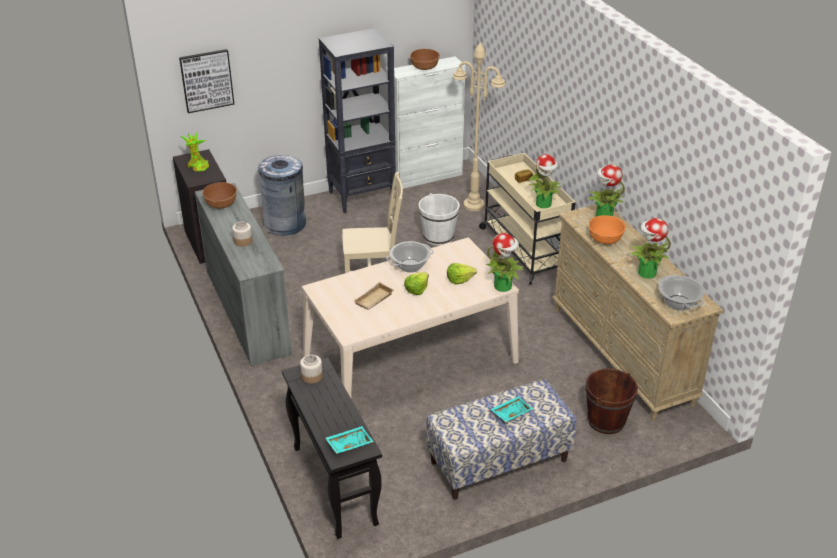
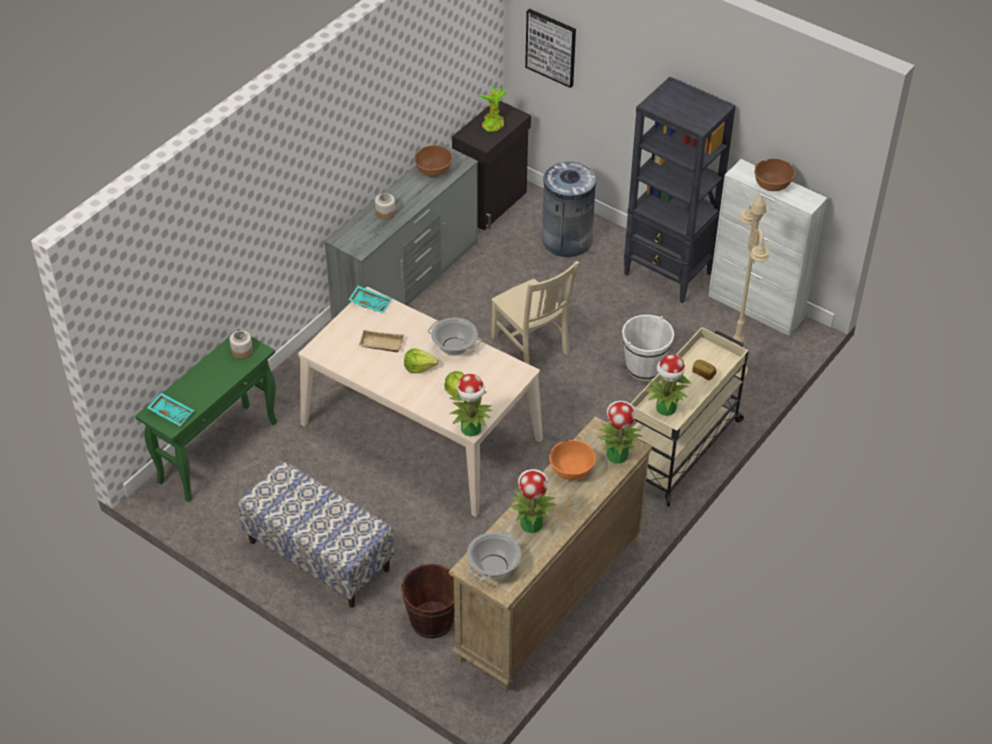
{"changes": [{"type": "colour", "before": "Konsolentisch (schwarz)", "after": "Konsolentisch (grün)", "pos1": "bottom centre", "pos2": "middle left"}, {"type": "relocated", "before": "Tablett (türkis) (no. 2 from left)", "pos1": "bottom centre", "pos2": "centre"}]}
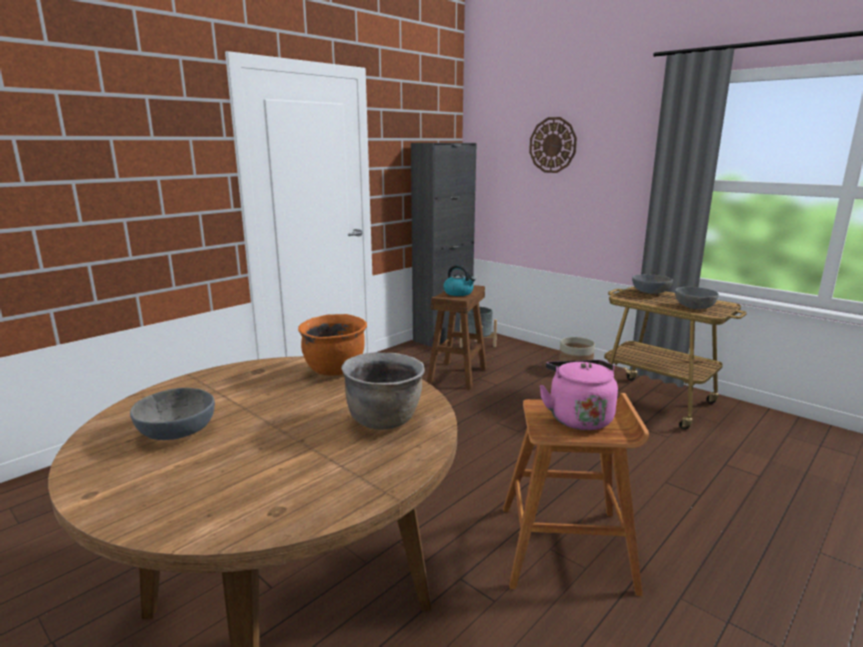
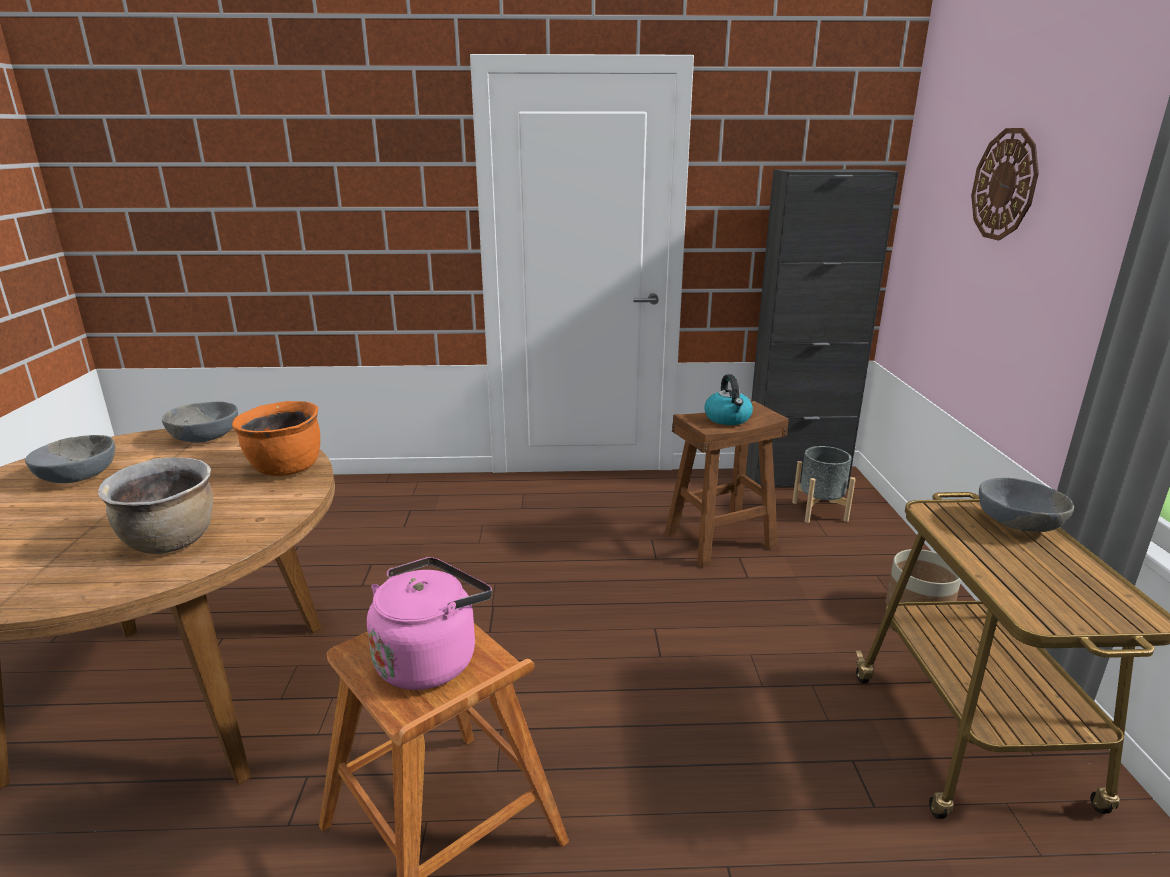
{"changes": [{"type": "relocated", "before": "Schüssel (grau) (no. 3 from left in the first image)", "after": "Schüssel (grau) (no. 2 from left)", "pos1": "middle right", "pos2": "middle left"}]}
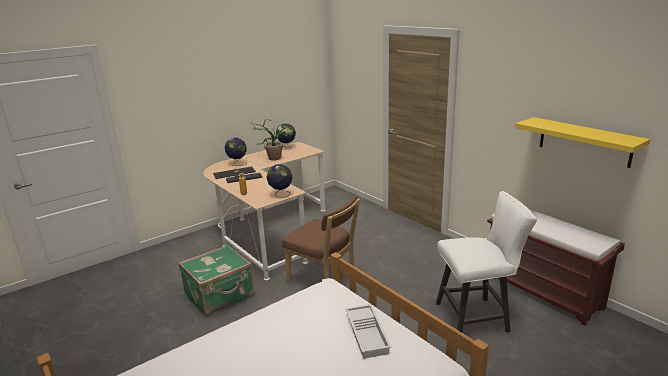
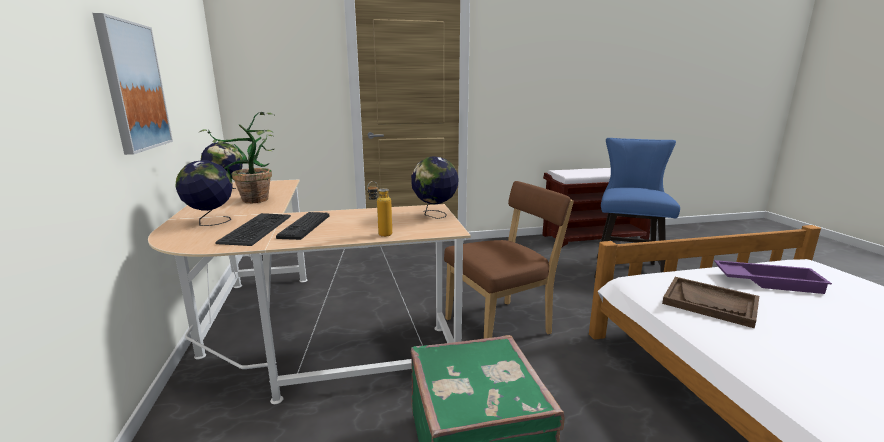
{"changes": [{"type": "colour", "before": "Tablett (weiß)", "after": "Tablett (lila)", "pos1": "bottom centre", "pos2": "middle right"}, {"type": "colour", "before": "Stuhl (weiß)", "after": "Stuhl (blau)", "pos1": "bottom right", "pos2": "middle right"}, {"type": "missing", "before": "Wandregal (gelb)", "pos1": "middle right"}, {"type": "appeared", "after": "Bild", "pos2": "top left"}, {"type": "appeared", "after": "Tablett (braun)", "pos2": "bottom right"}]}
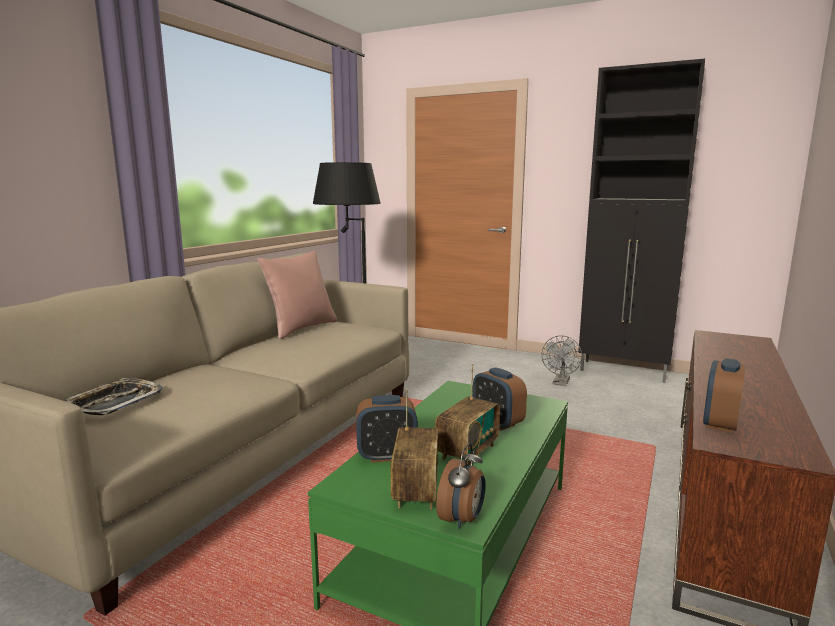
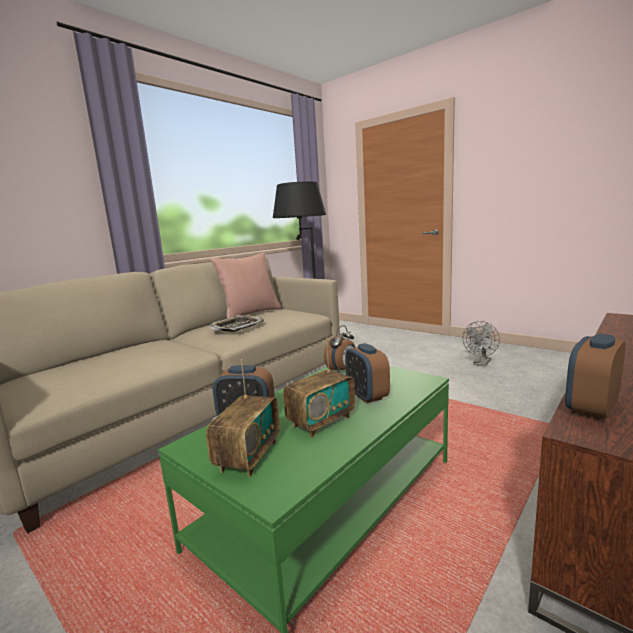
{"changes": [{"type": "relocated", "before": "Tablett", "pos1": "middle left", "pos2": "centre"}, {"type": "relocated", "before": "Wecker (no. 2 from left)", "pos1": "bottom centre", "pos2": "centre"}, {"type": "missing", "before": "Schrank (schwarz)", "pos1": "middle right"}]}
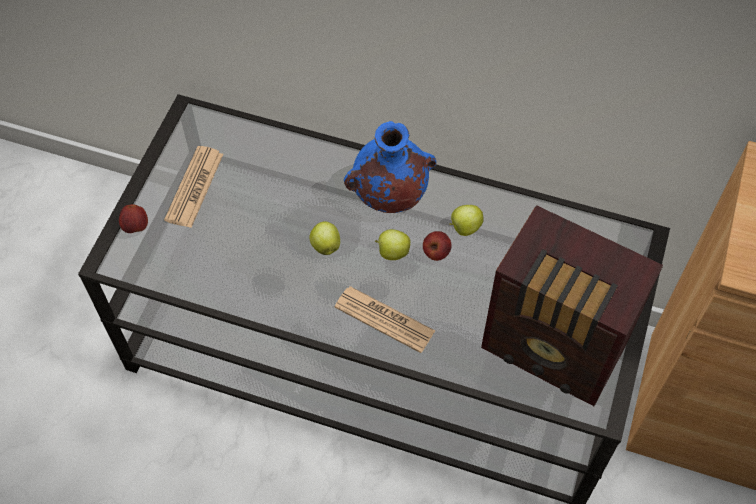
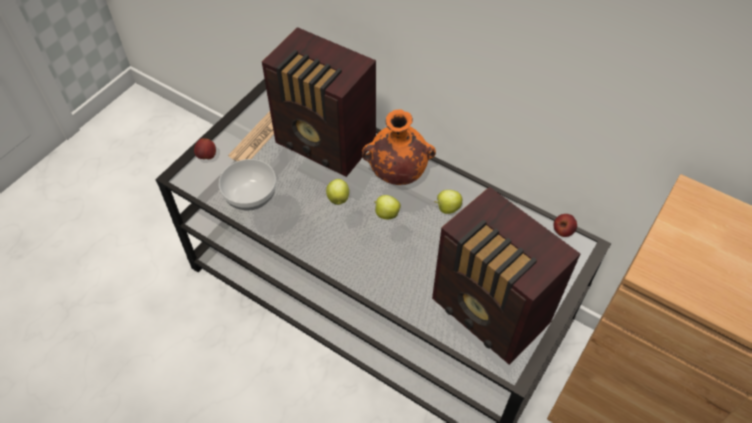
{"changes": [{"type": "missing", "before": "Zeitung (no. 2 from left)", "pos1": "centre"}, {"type": "colour", "before": "Vase (blau)", "after": "Vase (orange)", "pos1": "top centre", "pos2": "centre"}, {"type": "relocated", "before": "Apfel (no. 4 from left in the first image)", "after": "Apfel (no. 5 from left)", "pos1": "centre", "pos2": "middle right"}, {"type": "appeared", "after": "Schüssel", "pos2": "middle left"}, {"type": "appeared", "after": "Radio (no. 1 from left)", "pos2": "top centre"}]}
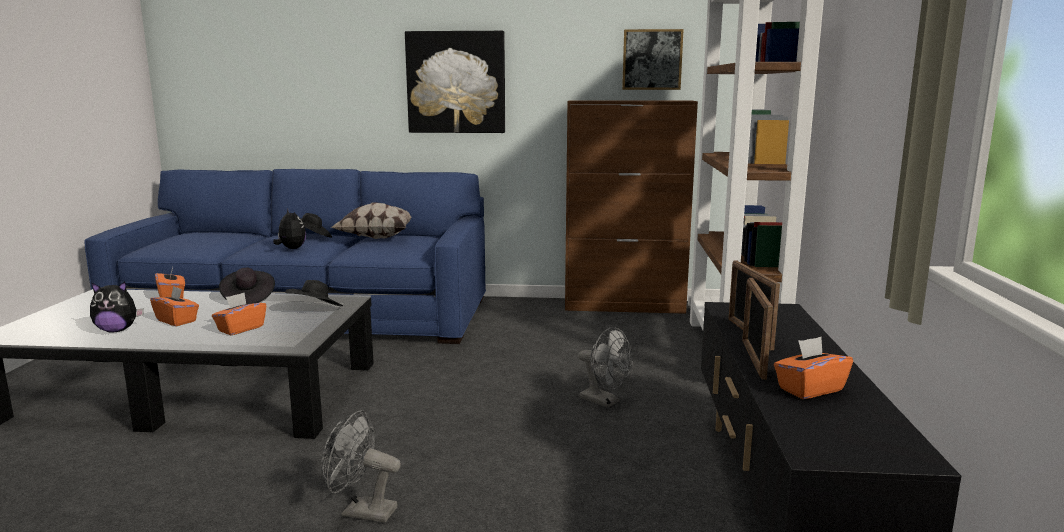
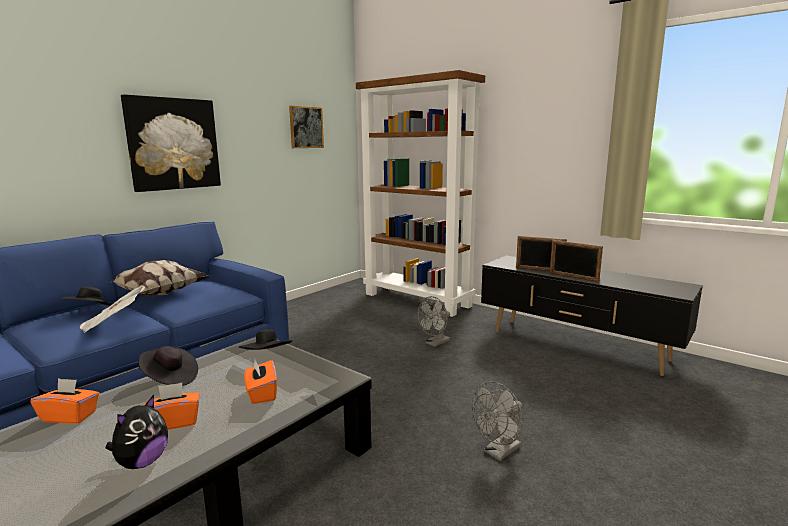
{"changes": [{"type": "exchanged", "before": "Plüschtier (no. 2 from left)", "after": "Zeitung", "pos1": "middle left", "pos2": "middle left"}, {"type": "missing", "before": "Schrank (braun)", "pos1": "centre"}, {"type": "spun", "before": "Ventilator (grau) (no. 2 from left in the first image)", "pos1": "bottom centre", "pos2": "centre", "turn": 150}, {"type": "missing", "before": "Taschentuchbox (orange) (no. 4 from left)", "pos1": "bottom right"}]}
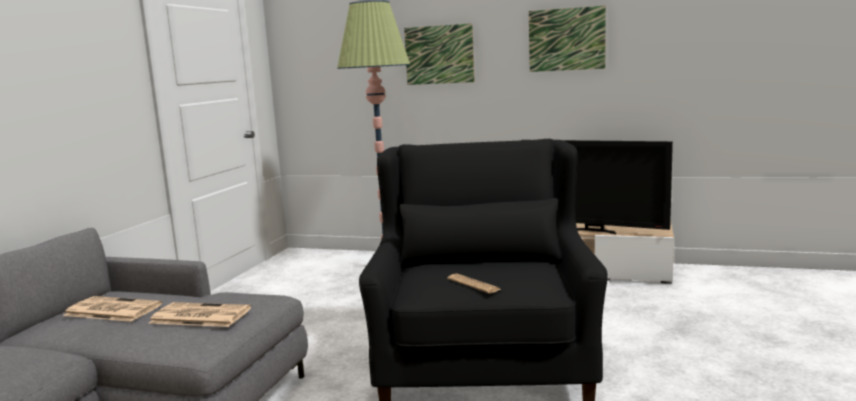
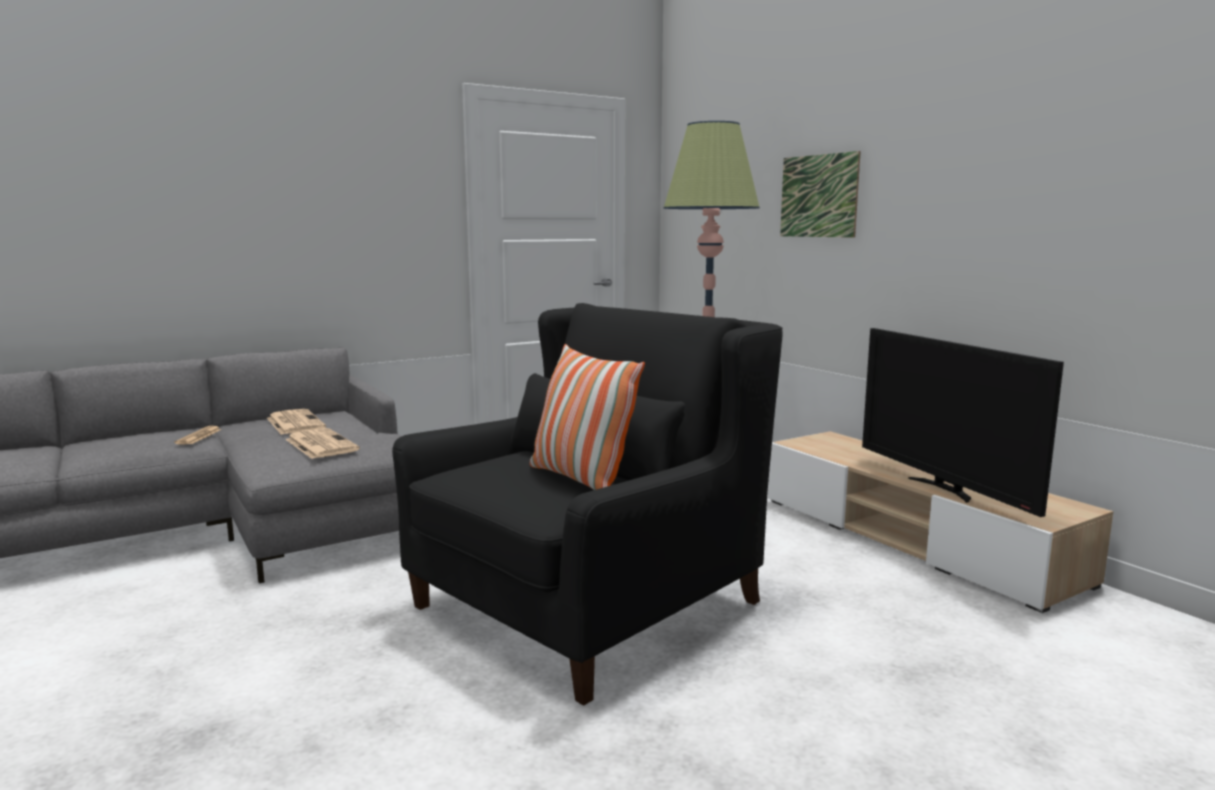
{"changes": [{"type": "relocated", "before": "Zeitung (no. 3 from left in the first image)", "after": "Zeitung (no. 1 from left)", "pos1": "bottom centre", "pos2": "middle left"}, {"type": "missing", "before": "Bild (no. 2 from left)", "pos1": "top centre"}, {"type": "appeared", "after": "Kissen", "pos2": "centre"}]}
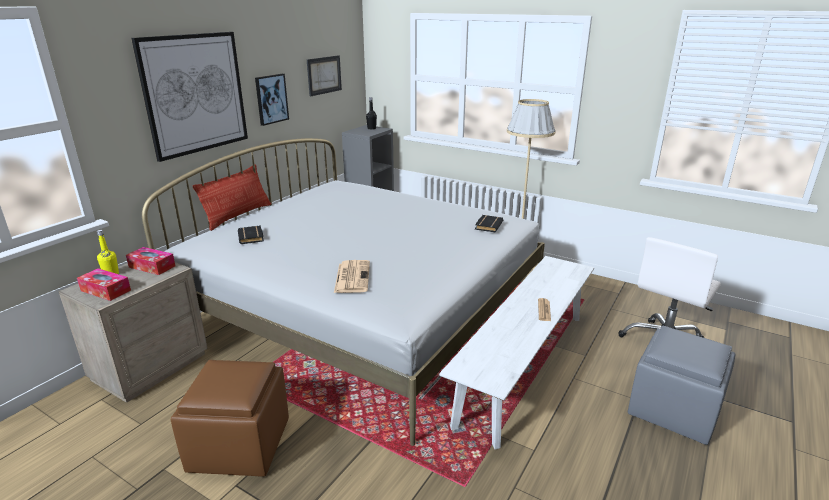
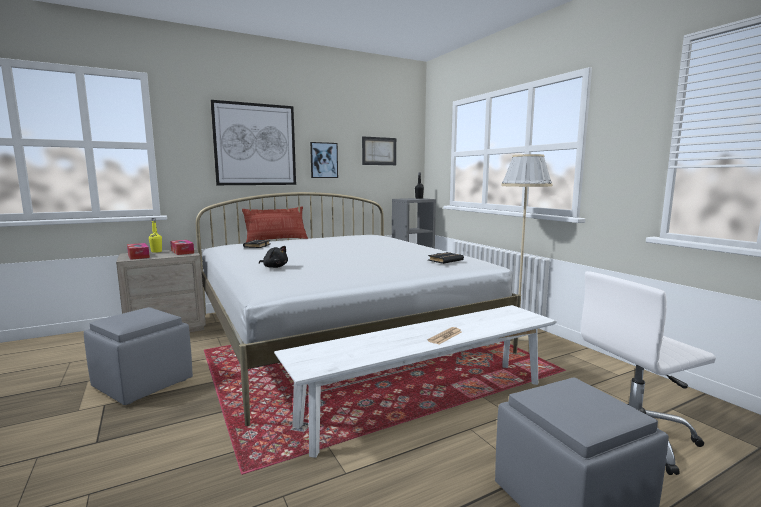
{"changes": [{"type": "colour", "before": "Polsterhocker (braun)", "after": "Polsterhocker (grau) (no. 1 from left)", "pos1": "bottom left", "pos2": "bottom left"}, {"type": "exchanged", "before": "Zeitung (no. 1 from left)", "after": "Plüschtier (schwarz)", "pos1": "centre", "pos2": "centre"}]}
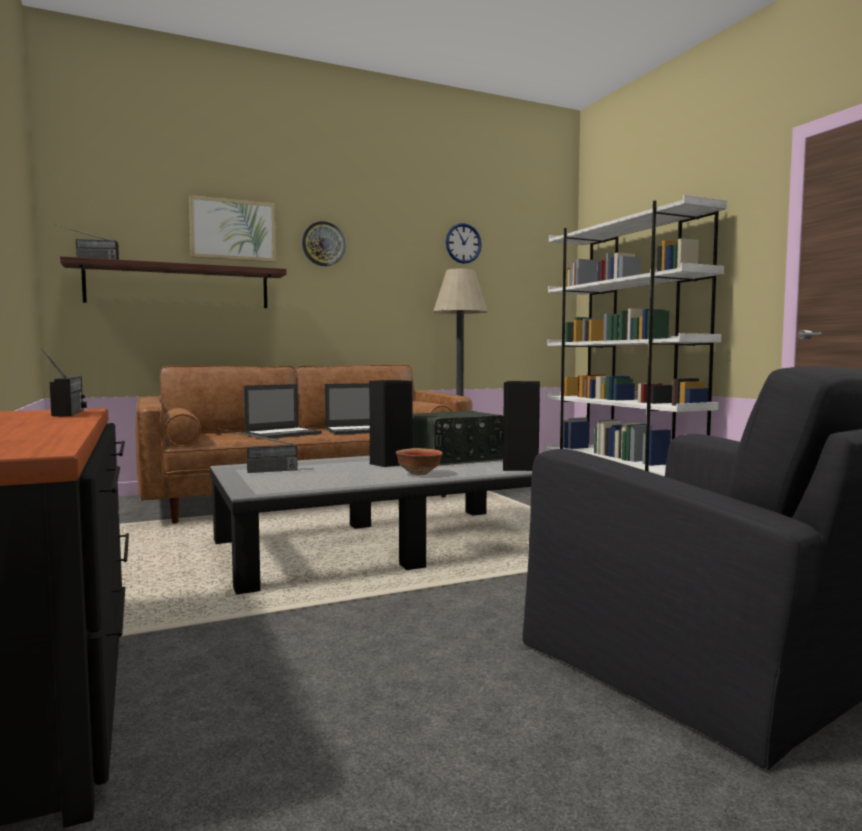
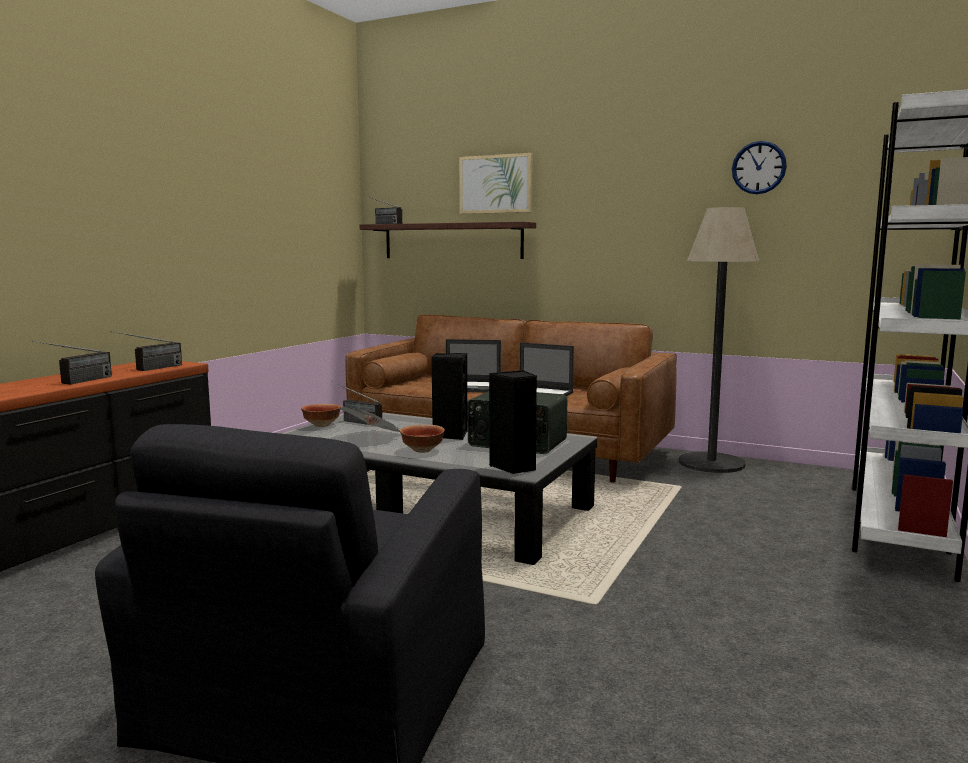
{"changes": [{"type": "missing", "before": "Wanduhr (no. 1 from left)", "pos1": "top centre"}, {"type": "appeared", "after": "Radio (no. 1 from left)", "pos2": "middle left"}, {"type": "appeared", "after": "Schüssel (no. 1 from left)", "pos2": "middle left"}, {"type": "appeared", "after": "Zeitung", "pos2": "centre"}]}
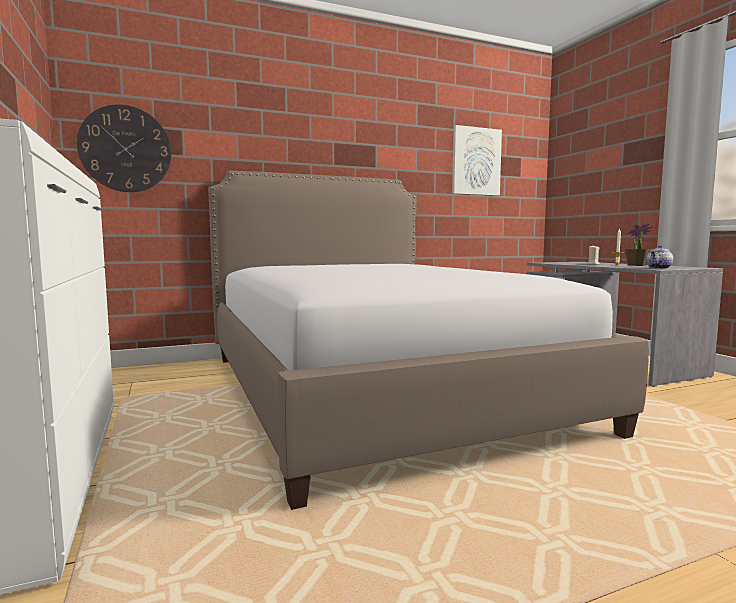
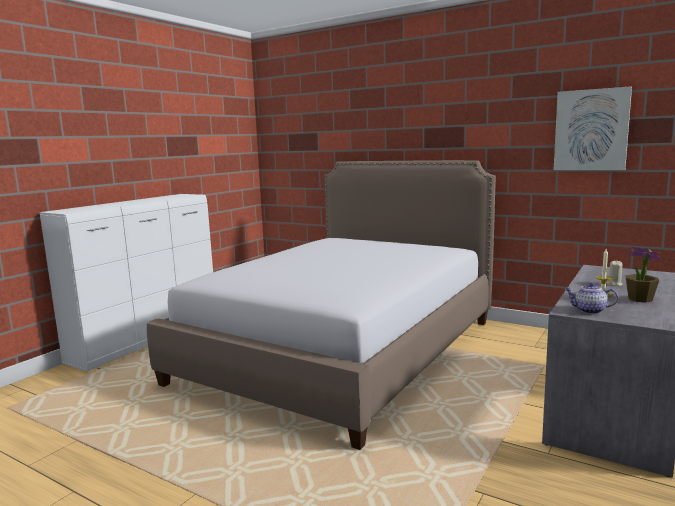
{"changes": [{"type": "missing", "before": "Wanduhr", "pos1": "top left"}]}
